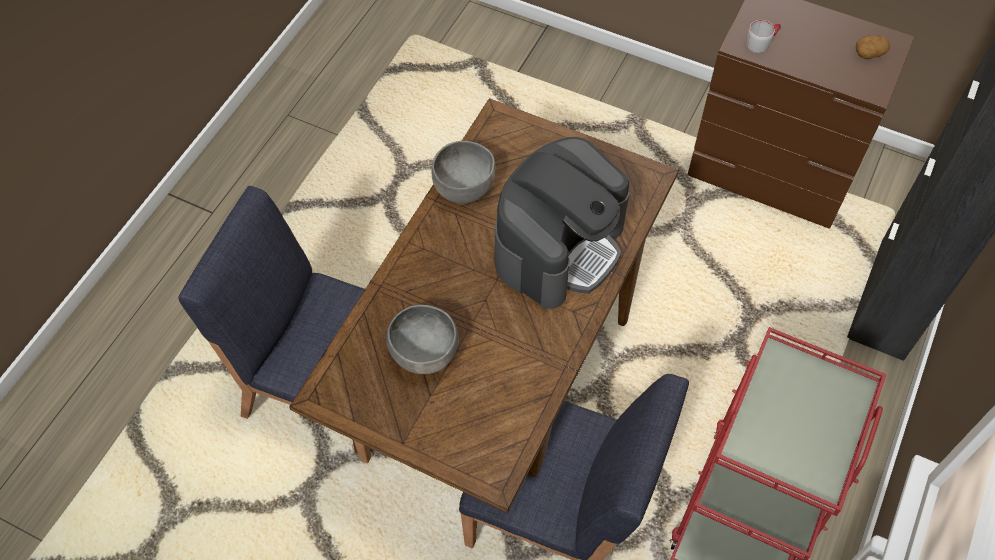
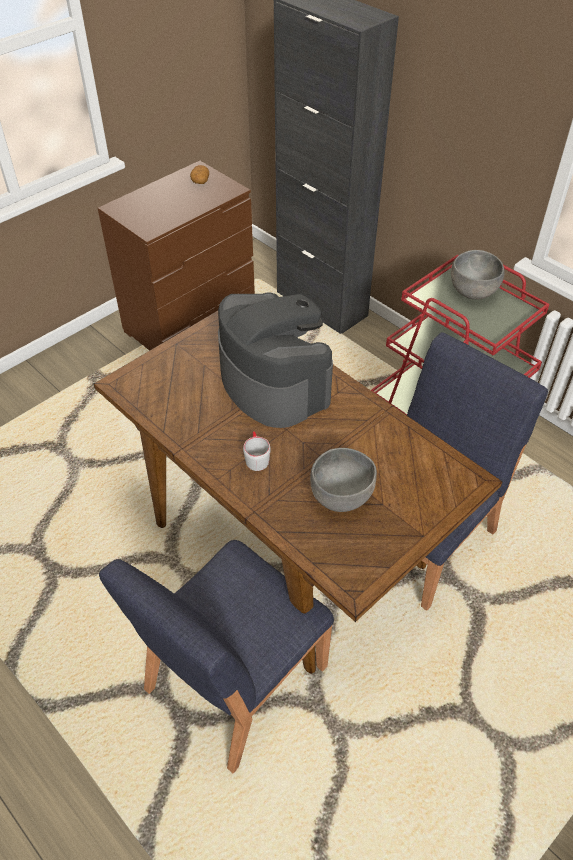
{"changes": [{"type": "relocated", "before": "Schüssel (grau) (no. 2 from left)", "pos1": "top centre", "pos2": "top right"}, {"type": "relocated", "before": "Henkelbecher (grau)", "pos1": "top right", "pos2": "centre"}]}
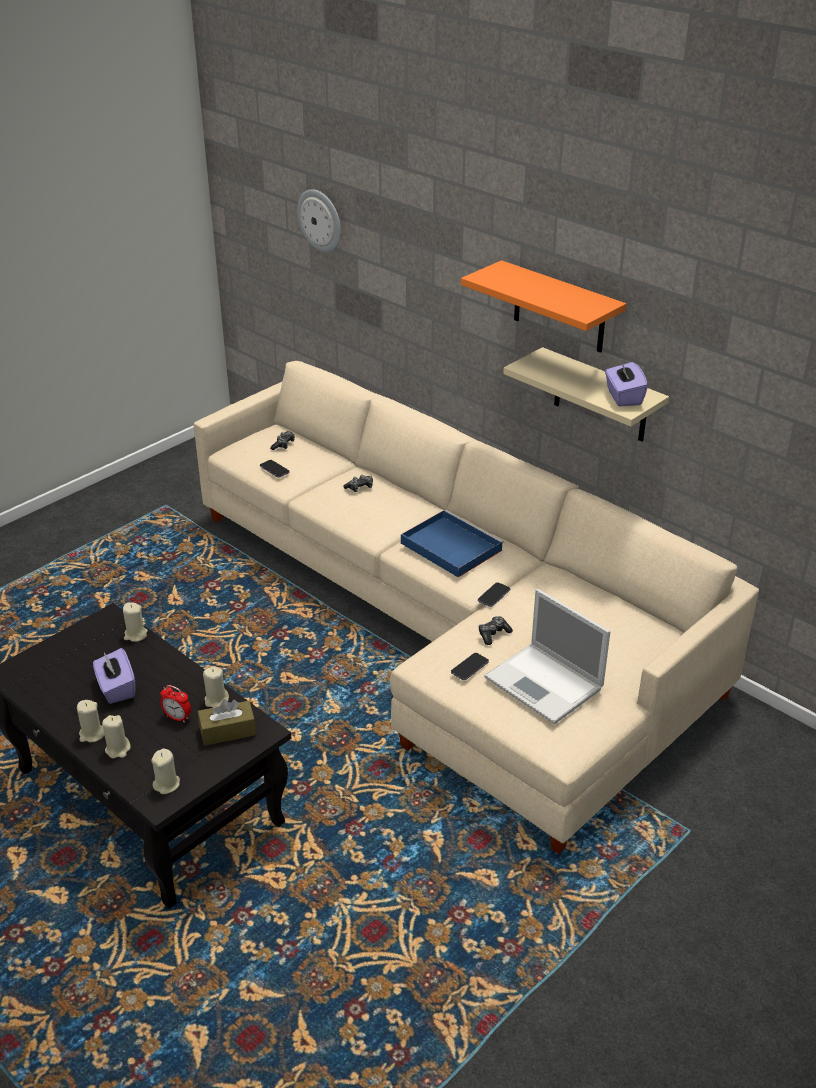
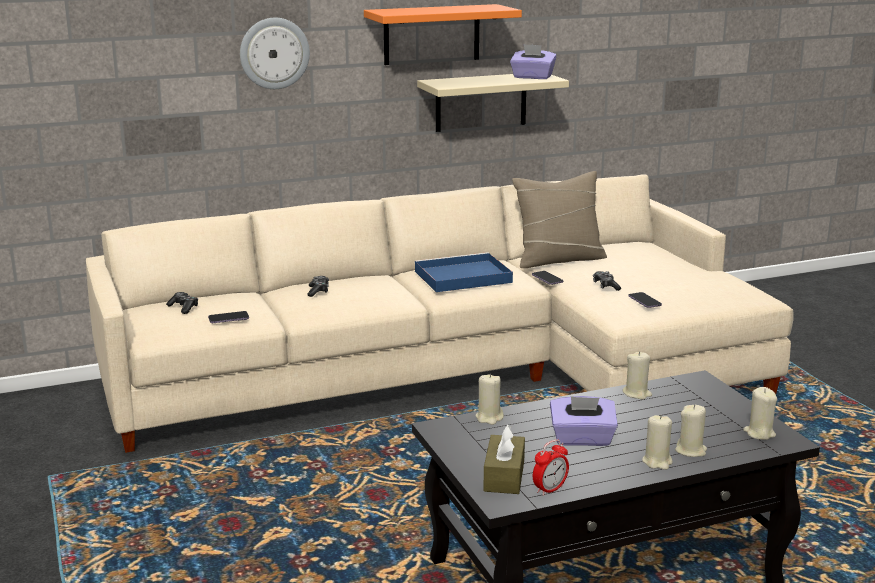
{"changes": [{"type": "relocated", "before": "Wecker", "pos1": "middle left", "pos2": "bottom centre"}, {"type": "relocated", "before": "Taschentuchbox (braun)", "pos1": "middle left", "pos2": "bottom centre"}, {"type": "relocated", "before": "Wanduhr", "pos1": "top centre", "pos2": "top left"}, {"type": "missing", "before": "Laptop", "pos1": "middle right"}, {"type": "appeared", "after": "Kissen (beige)", "pos2": "centre"}]}
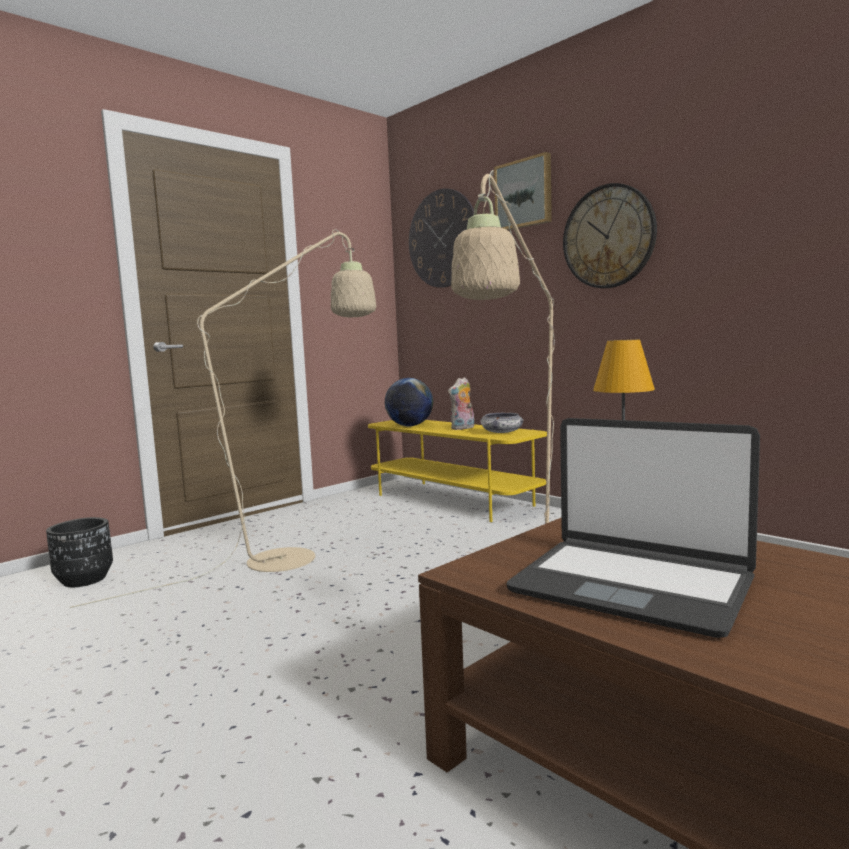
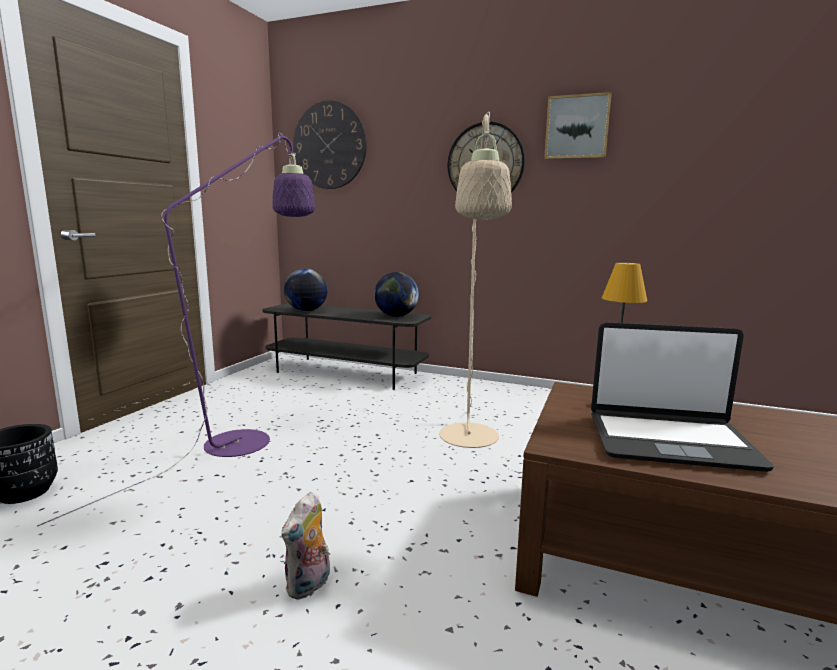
{"changes": [{"type": "colour", "before": "Stehlampe (beige) (no. 1 from left)", "after": "Stehlampe (lila)", "pos1": "middle left", "pos2": "middle left"}, {"type": "colour", "before": "Fernsehschrank (gelb)", "after": "Fernsehschrank (grau)", "pos1": "centre", "pos2": "centre"}, {"type": "relocated", "before": "Plüschtier", "pos1": "centre", "pos2": "bottom centre"}, {"type": "exchanged", "before": "Schüssel", "after": "Globus (no. 2 from left)", "pos1": "centre", "pos2": "centre"}, {"type": "relocated", "before": "Bild", "pos1": "top centre", "pos2": "top right"}]}
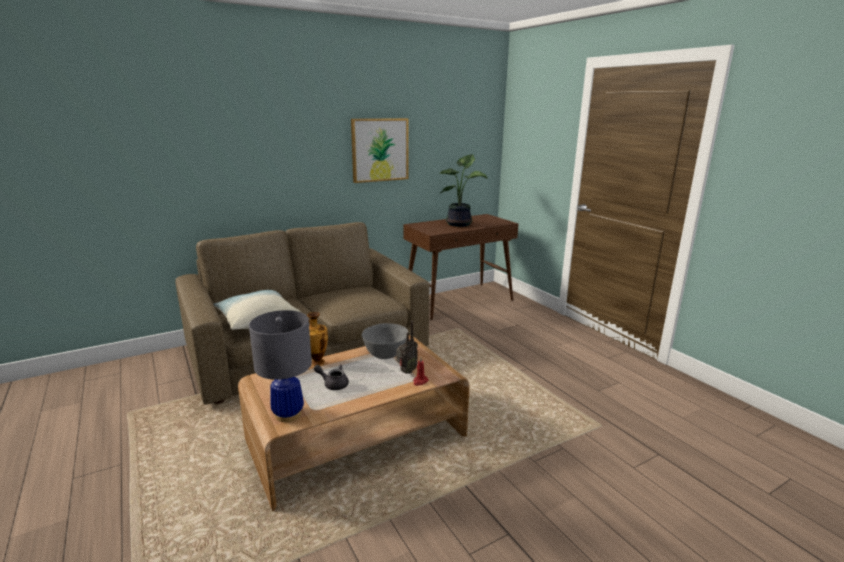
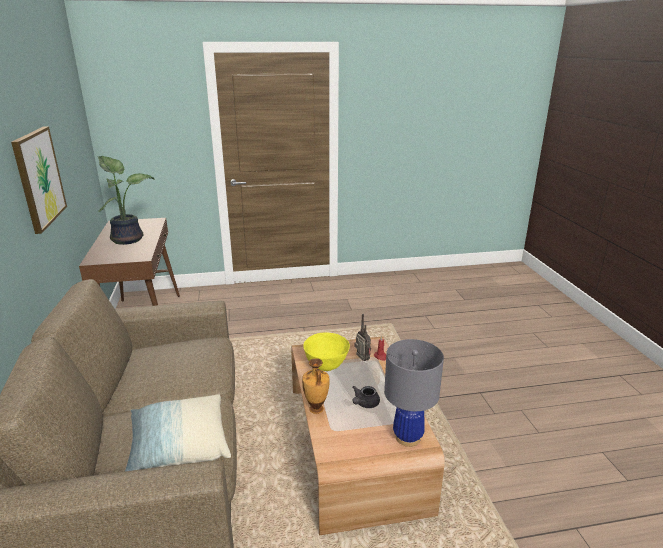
{"changes": [{"type": "colour", "before": "Schüssel (grau)", "after": "Schüssel (gelb)", "pos1": "centre", "pos2": "centre"}]}
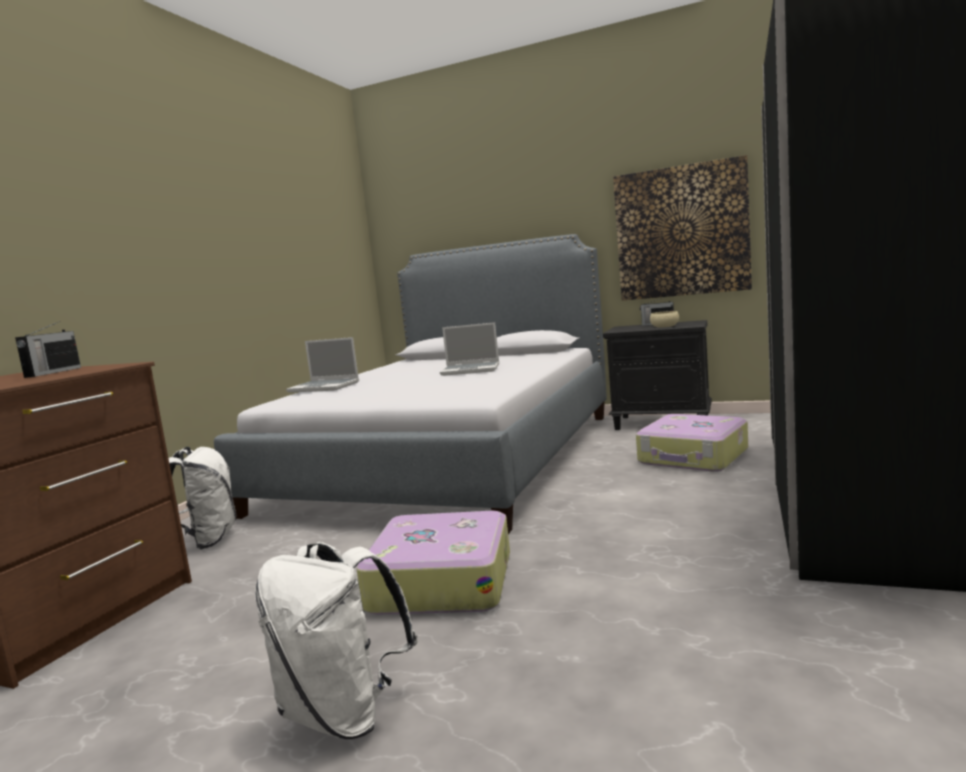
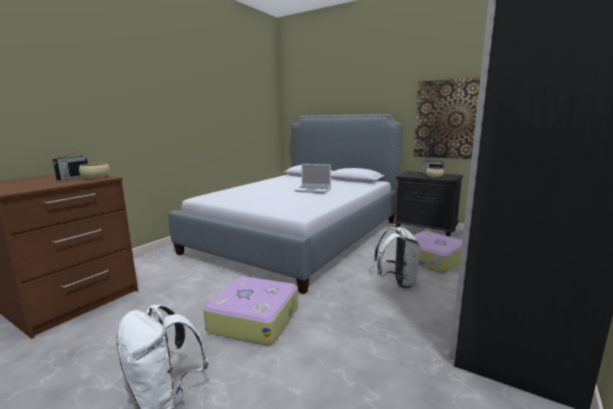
{"changes": [{"type": "relocated", "before": "Rucksack (weiß) (no. 1 from left in the first image)", "after": "Rucksack (weiß) (no. 2 from left)", "pos1": "middle left", "pos2": "centre"}, {"type": "missing", "before": "Laptop (no. 1 from left)", "pos1": "centre"}, {"type": "appeared", "after": "Schüssel (beige) (no. 1 from left)", "pos2": "middle left"}]}
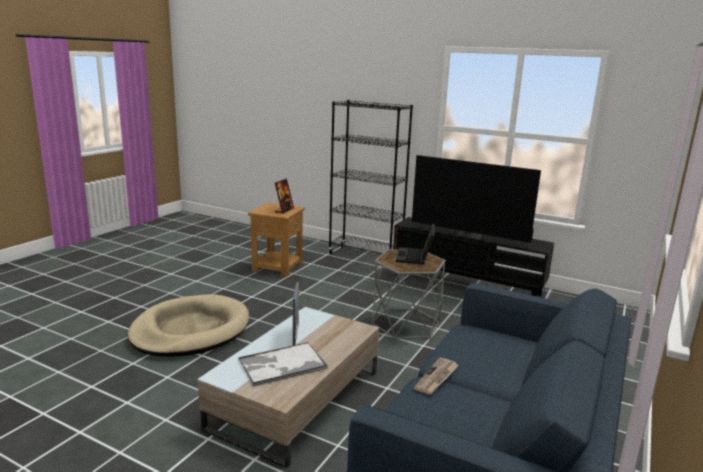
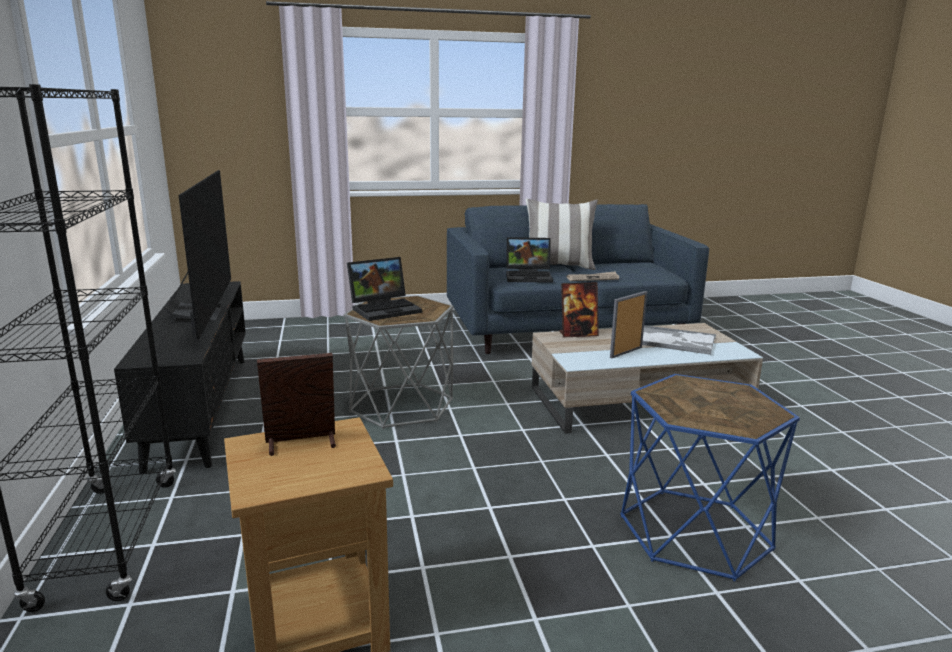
{"changes": [{"type": "exchanged", "before": "Hundebett (beige)", "after": "Beistelltisch (blau)", "pos1": "bottom left", "pos2": "bottom right"}, {"type": "appeared", "after": "Laptop (no. 2 from left)", "pos2": "centre"}, {"type": "appeared", "after": "Kissen", "pos2": "centre"}, {"type": "appeared", "after": "Bilderrahmen (no. 2 from left)", "pos2": "centre"}]}
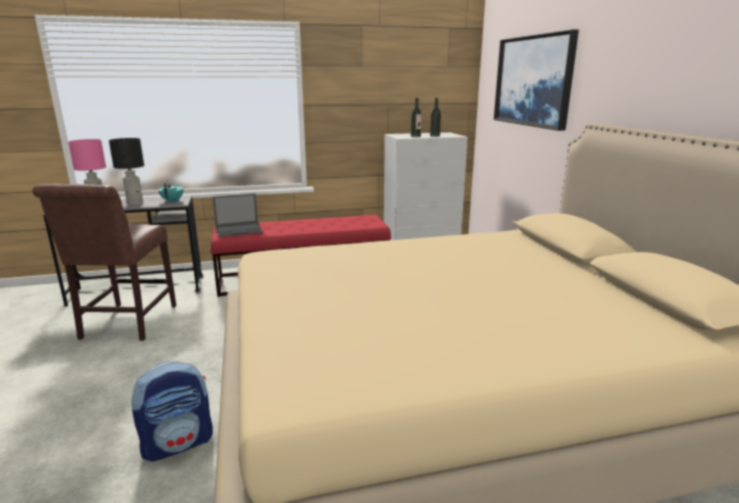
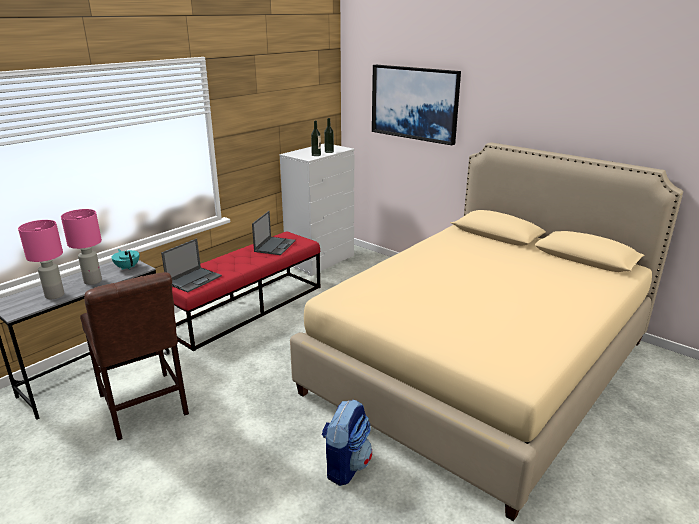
{"changes": [{"type": "colour", "before": "Tischlampe (schwarz)", "after": "Tischlampe (rosa) (no. 2 from left)", "pos1": "middle left", "pos2": "middle left"}, {"type": "appeared", "after": "Laptop (no. 2 from left)", "pos2": "centre"}]}
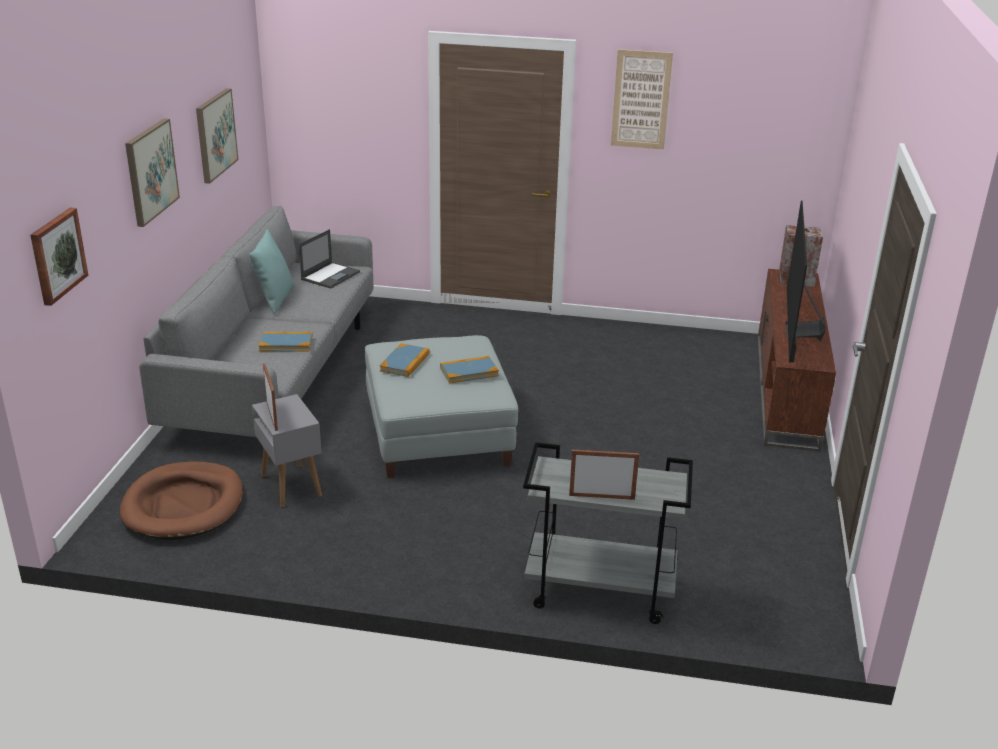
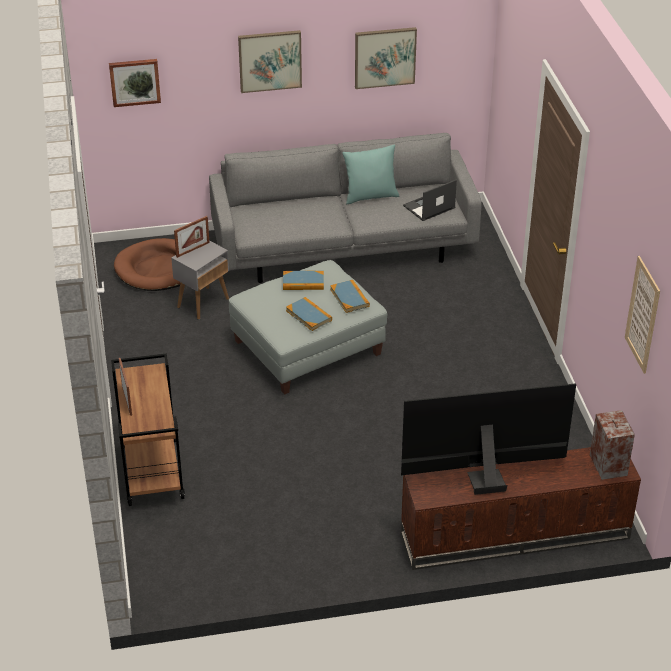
{"changes": [{"type": "relocated", "before": "Buch (no. 1 from left in the first image)", "after": "Buch (no. 3 from left)", "pos1": "middle left", "pos2": "centre"}, {"type": "spun", "before": "Laptop", "pos1": "middle left", "pos2": "top centre", "turn": 135}, {"type": "colour", "before": "Rollwagen (grau)", "after": "Rollwagen (braun)", "pos1": "bottom centre", "pos2": "middle left"}, {"type": "relocated", "before": "Bild (no. 4 from left)", "pos1": "top centre", "pos2": "middle right"}]}
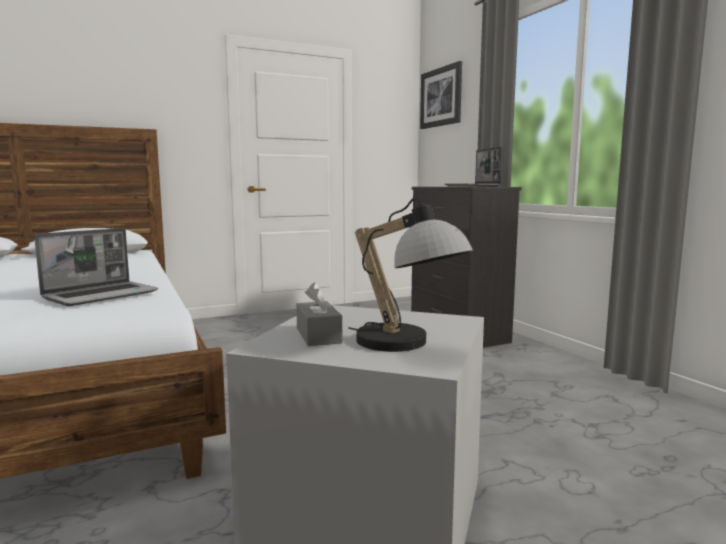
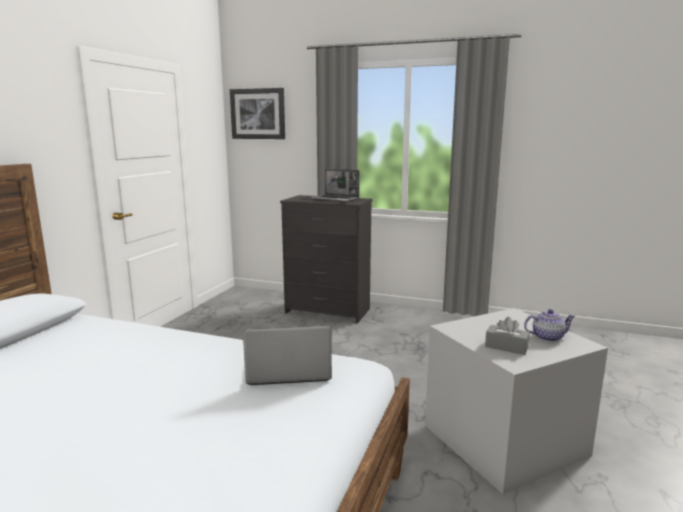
{"changes": [{"type": "spun", "before": "Laptop (no. 1 from left)", "pos1": "middle left", "pos2": "bottom centre", "turn": -90}, {"type": "exchanged", "before": "Tischlampe", "after": "Teekanne", "pos1": "centre", "pos2": "middle right"}]}
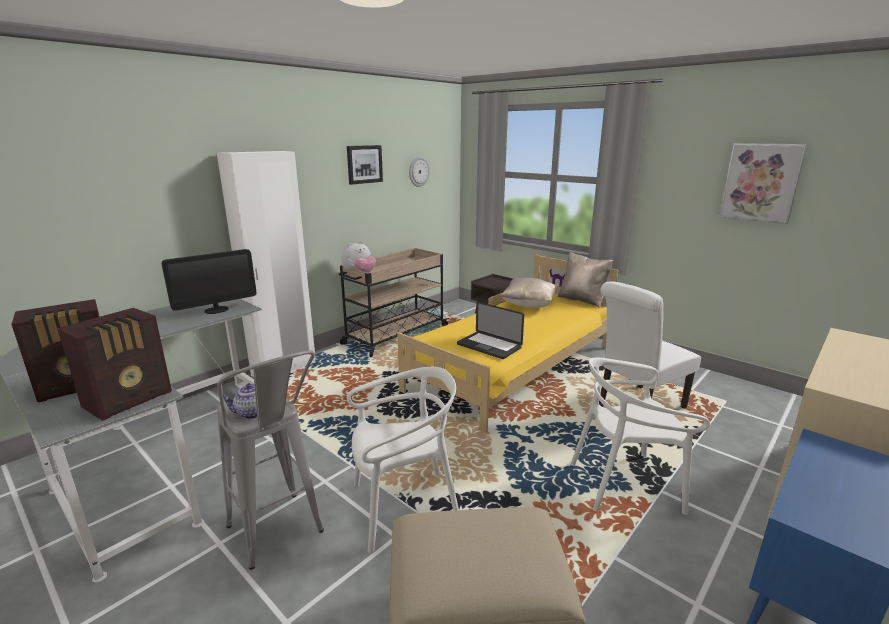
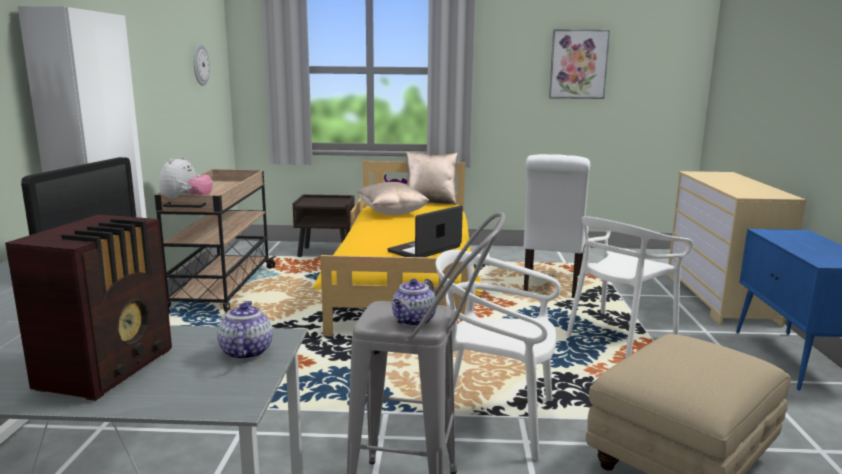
{"changes": [{"type": "exchanged", "before": "Radio (no. 2 from left)", "after": "Teekanne (no. 1 from left)", "pos1": "middle left", "pos2": "bottom left"}, {"type": "missing", "before": "Bild (no. 1 from left)", "pos1": "top centre"}, {"type": "spun", "before": "Stuhl (weiß) (no. 1 from left)", "pos1": "bottom centre", "pos2": "bottom centre", "turn": -105}, {"type": "spun", "before": "Laptop", "pos1": "centre", "pos2": "centre", "turn": 135}]}
